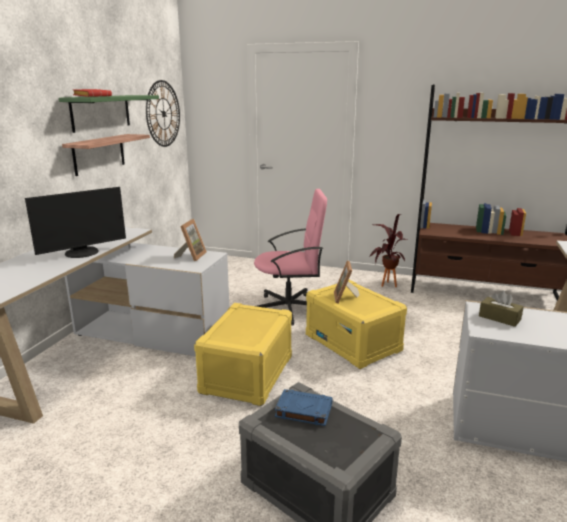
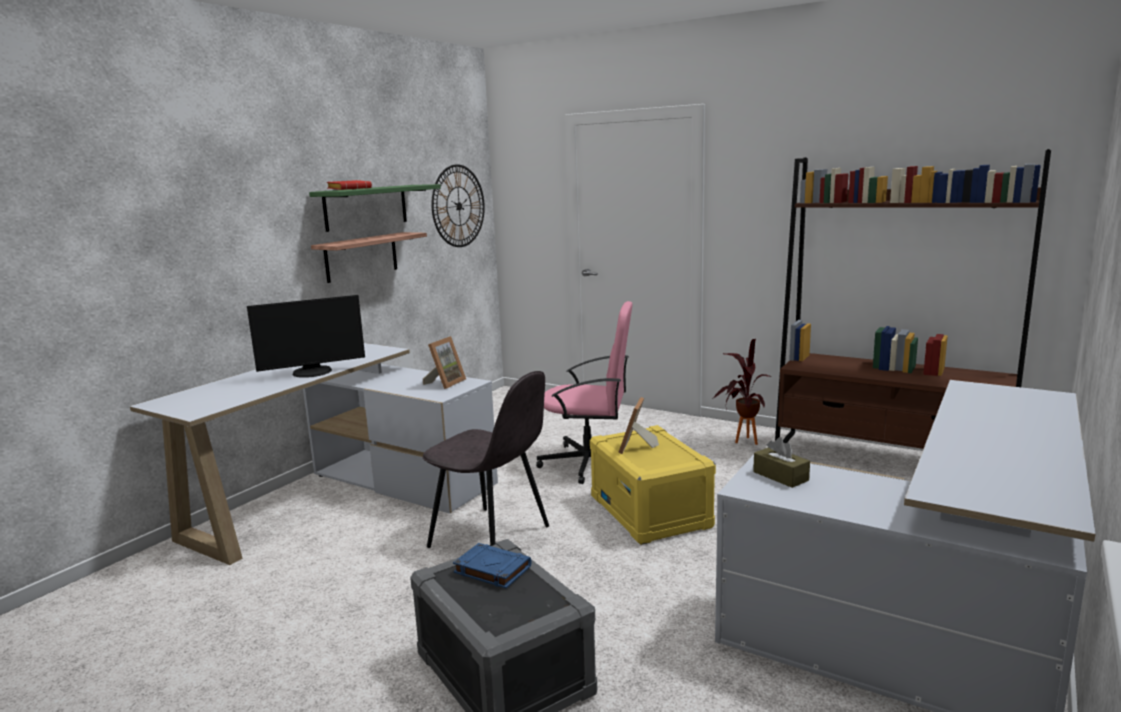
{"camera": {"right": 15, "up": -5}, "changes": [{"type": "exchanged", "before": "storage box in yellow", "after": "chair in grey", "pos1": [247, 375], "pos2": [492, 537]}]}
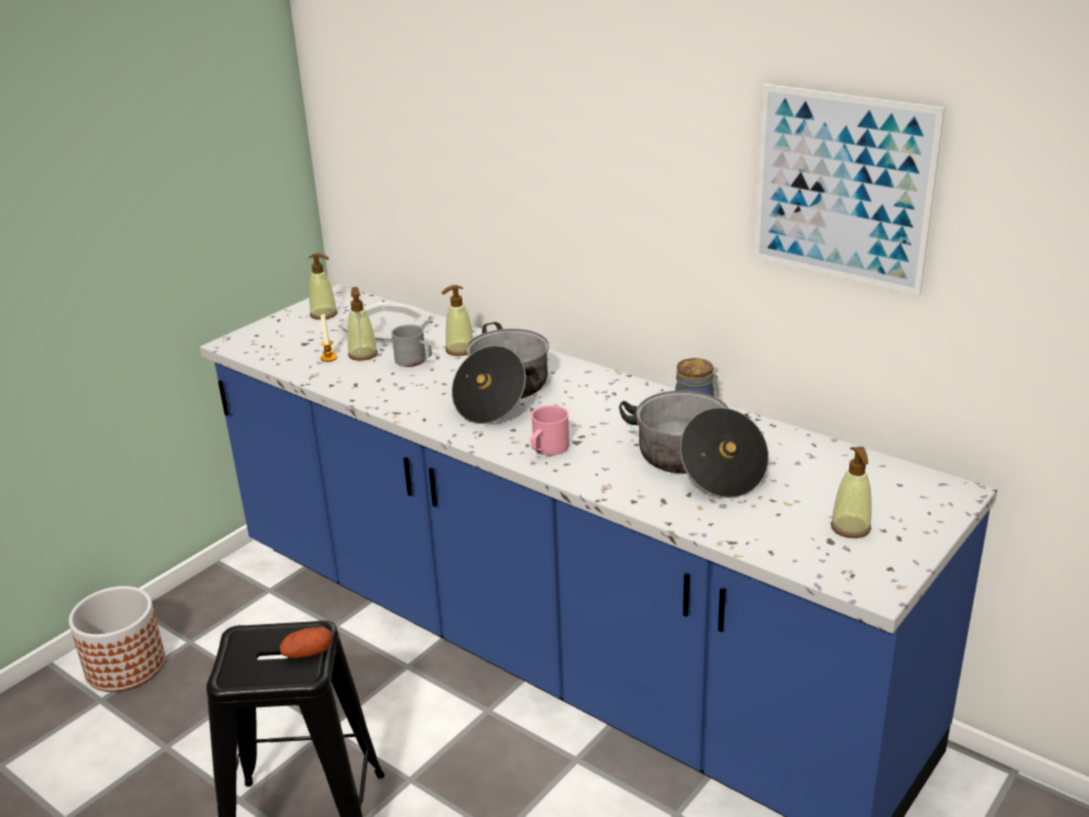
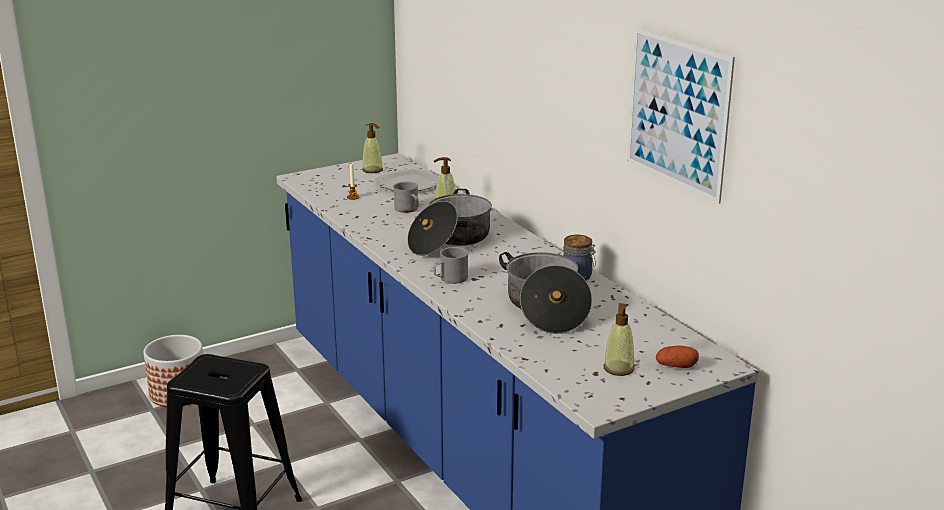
{"camera": {"right": 20, "up": -5}, "changes": [{"type": "colour", "before": "mug in pink", "after": "mug in grey", "pos1": [547, 449], "pos2": [450, 279]}, {"type": "relocated", "before": "potato", "pos1": [307, 653], "pos2": [676, 366]}, {"type": "missing", "before": "soap dispenser", "pos1": [363, 354]}]}
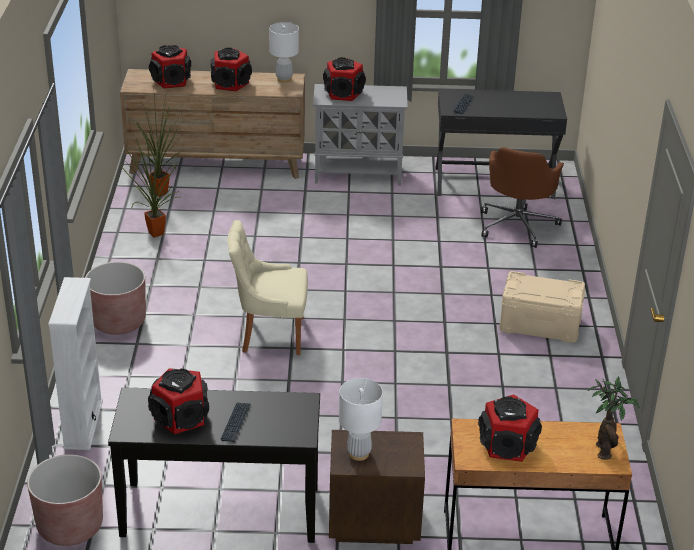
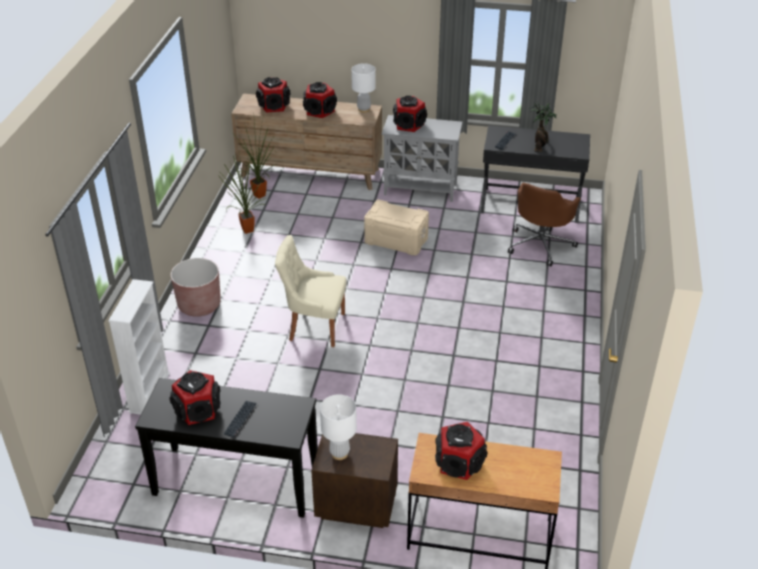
{"camera": {"right": 10, "up": 5}, "changes": [{"type": "relocated", "before": "storage box in beige", "pos1": [540, 325], "pos2": [396, 241]}, {"type": "relocated", "before": "potted plant", "pos1": [605, 449], "pos2": [539, 147]}, {"type": "missing", "before": "planter in brown", "pos1": [70, 526]}]}
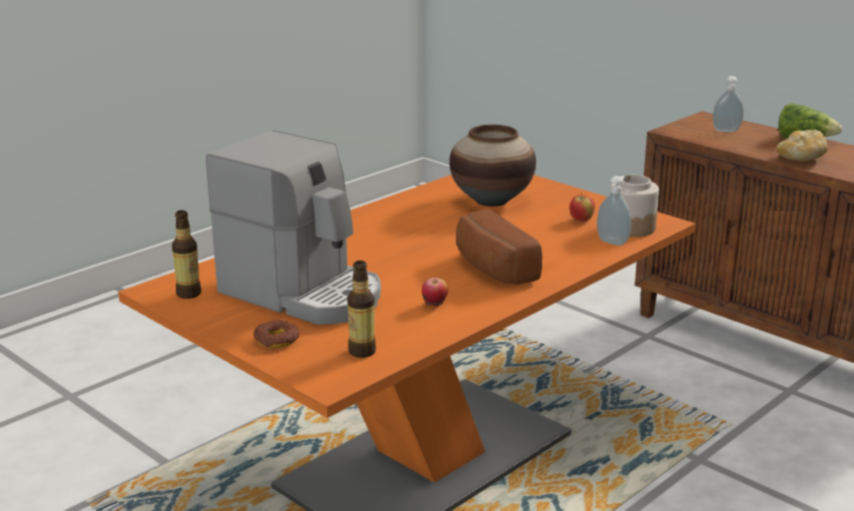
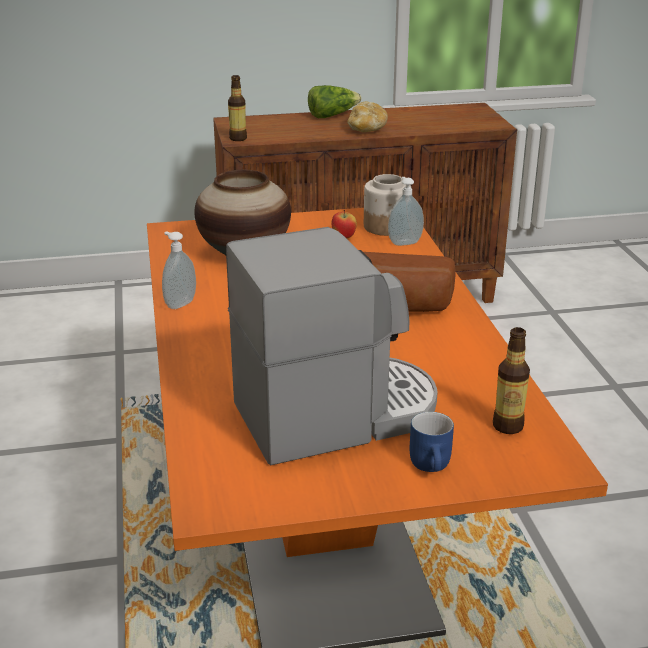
{"camera": {"right": -55, "up": 5}, "changes": [{"type": "relocated", "before": "soap dispenser", "pos1": [726, 130], "pos2": [179, 303]}, {"type": "relocated", "before": "bottle", "pos1": [189, 294], "pos2": [238, 138]}, {"type": "exchanged", "before": "donut", "after": "mug in blue", "pos1": [276, 340], "pos2": [434, 465]}, {"type": "missing", "before": "apple", "pos1": [434, 305]}]}
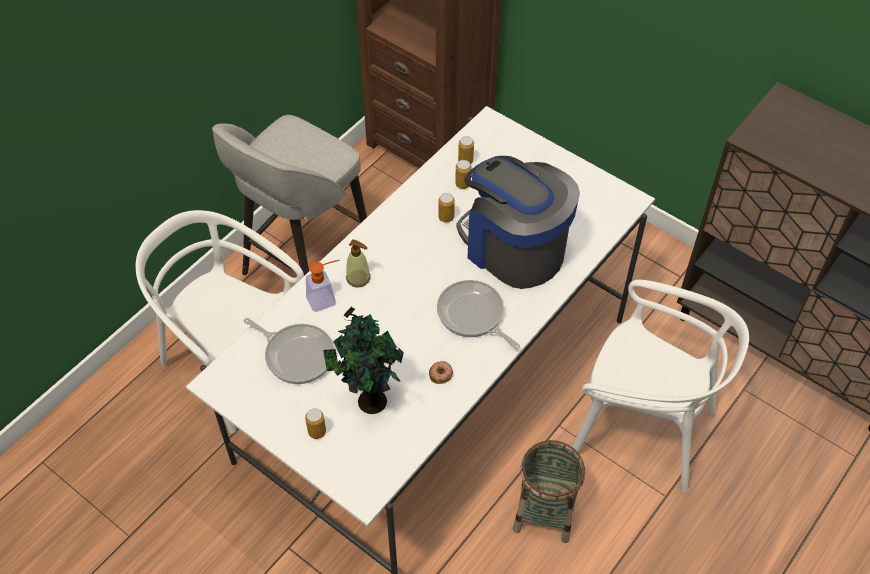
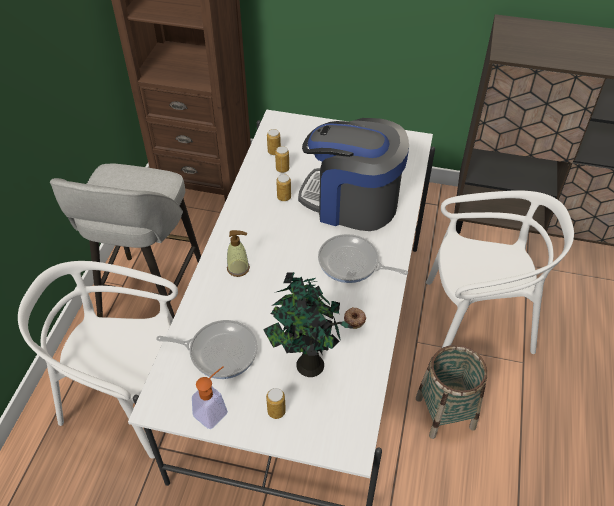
{"camera": {"right": -25, "up": -5}, "changes": [{"type": "relocated", "before": "soap dispenser", "pos1": [326, 299], "pos2": [214, 410]}]}
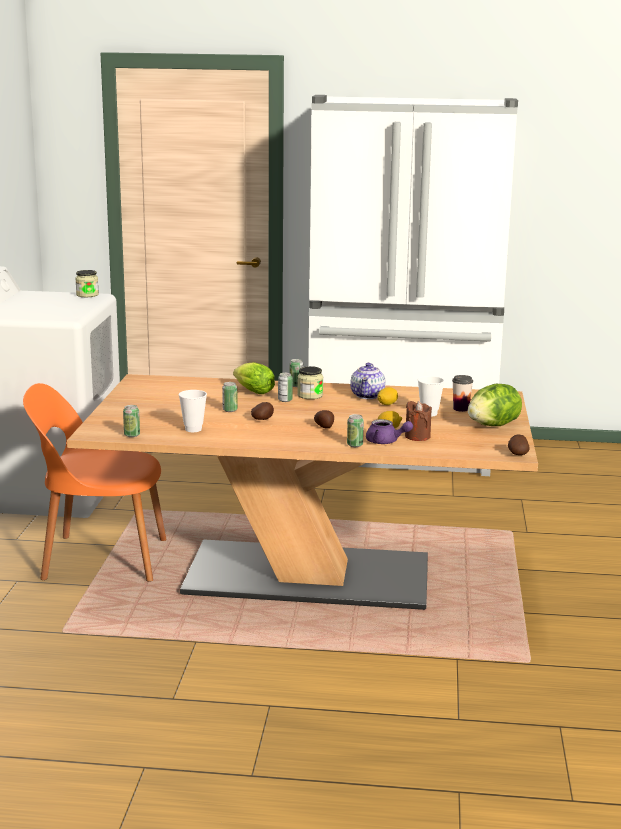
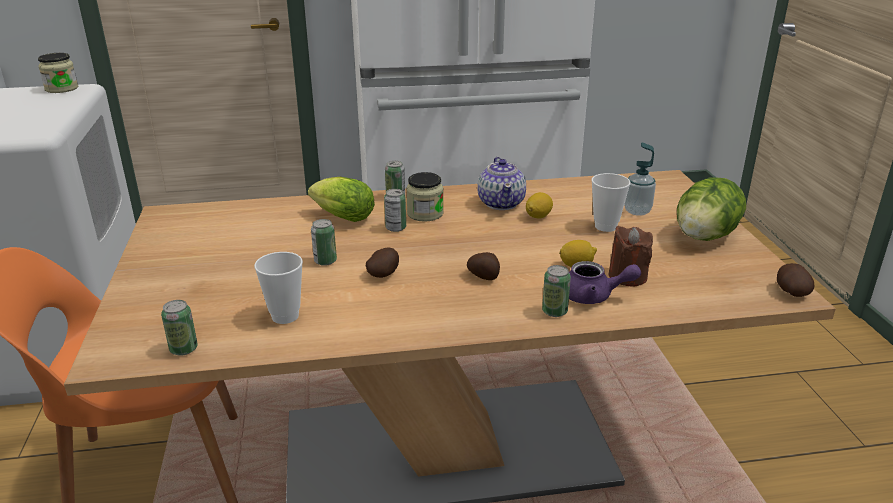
{"camera": {"right": -15, "up": 10}, "changes": [{"type": "exchanged", "before": "cup", "after": "soap dispenser", "pos1": [461, 409], "pos2": [637, 211]}]}
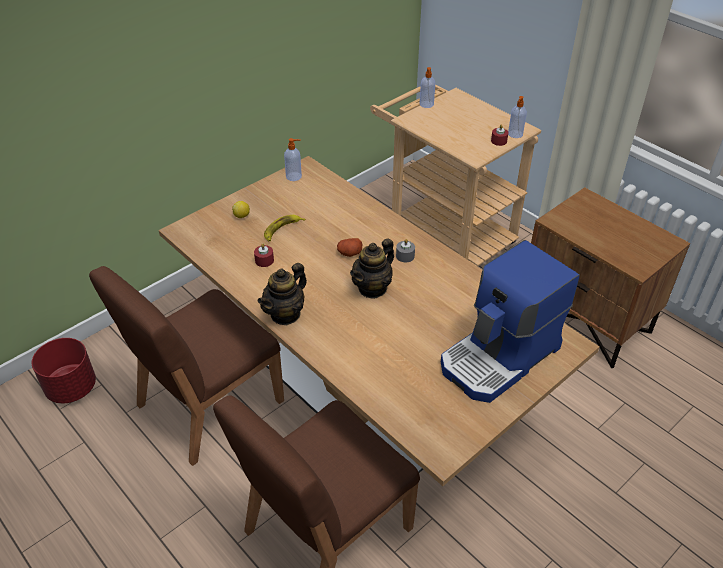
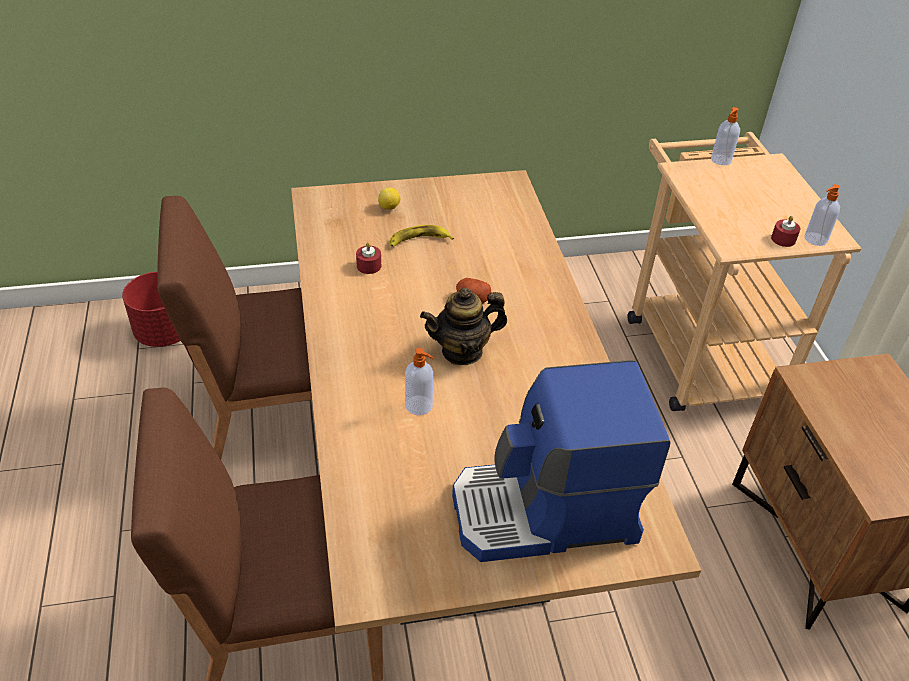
{"camera": {"right": 30, "up": 0}, "changes": [{"type": "relocated", "before": "soap dispenser", "pos1": [294, 176], "pos2": [419, 406]}, {"type": "missing", "before": "teapot", "pos1": [285, 314]}, {"type": "missing", "before": "candle in grey", "pos1": [405, 256]}]}
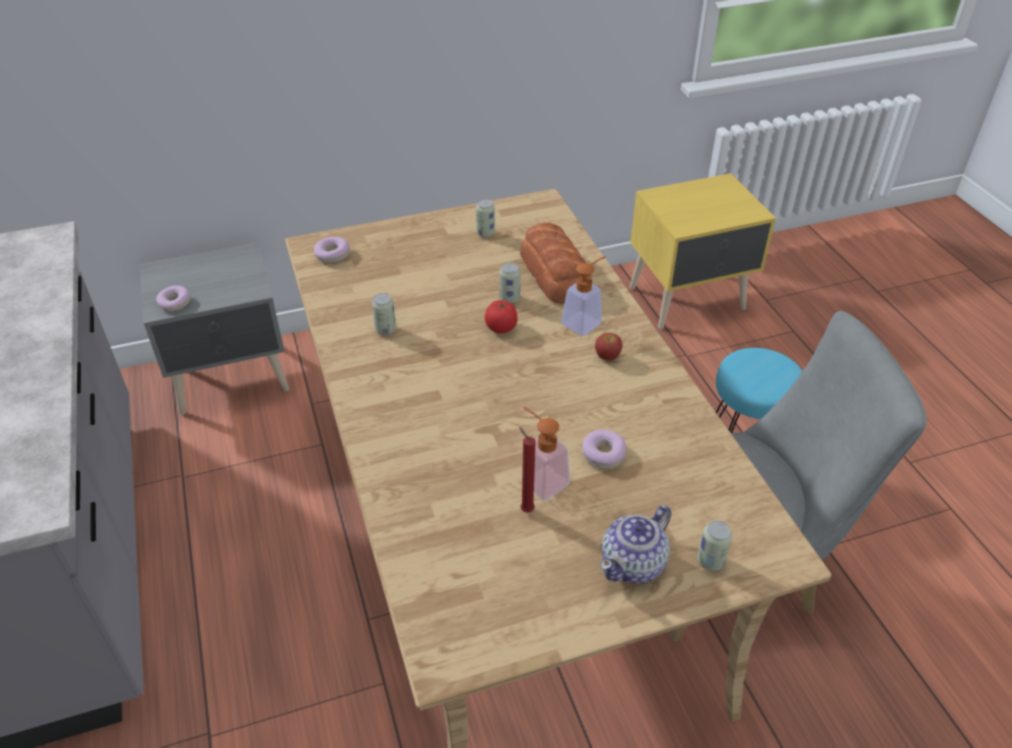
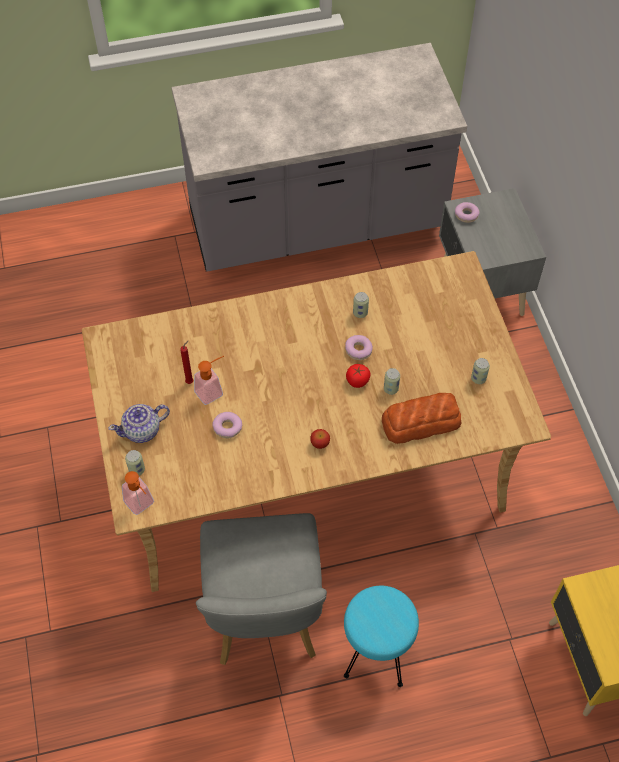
{"camera": {"right": 95, "up": 15}, "changes": [{"type": "spun", "before": "teapot", "pos1": [634, 563], "pos2": [142, 430], "turn": -75}, {"type": "relocated", "before": "soap dispenser", "pos1": [585, 321], "pos2": [142, 505]}, {"type": "relocated", "before": "donut", "pos1": [332, 255], "pos2": [358, 350]}]}
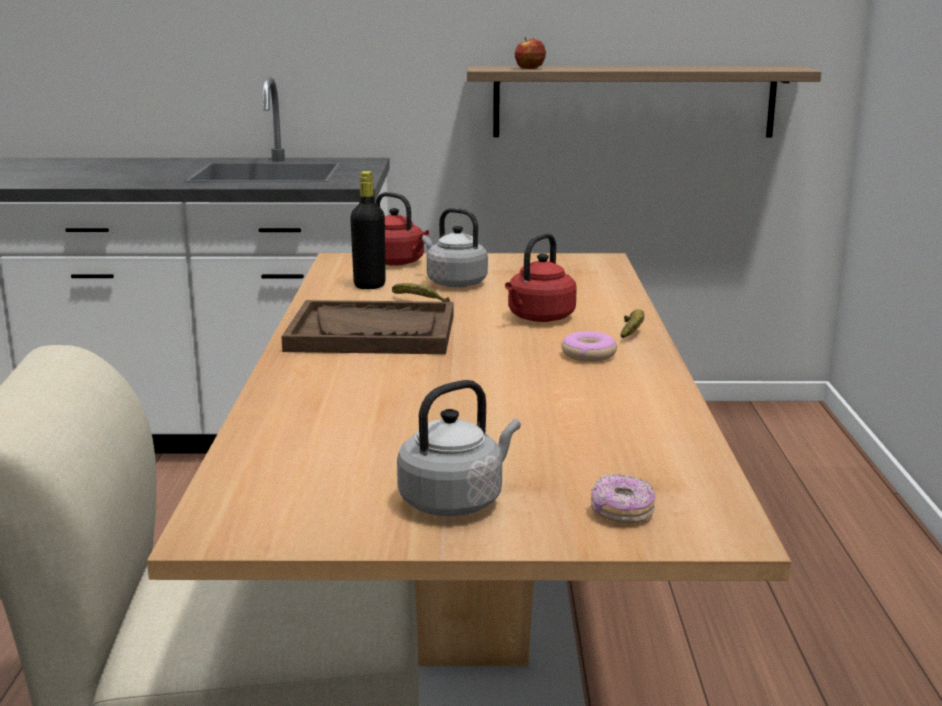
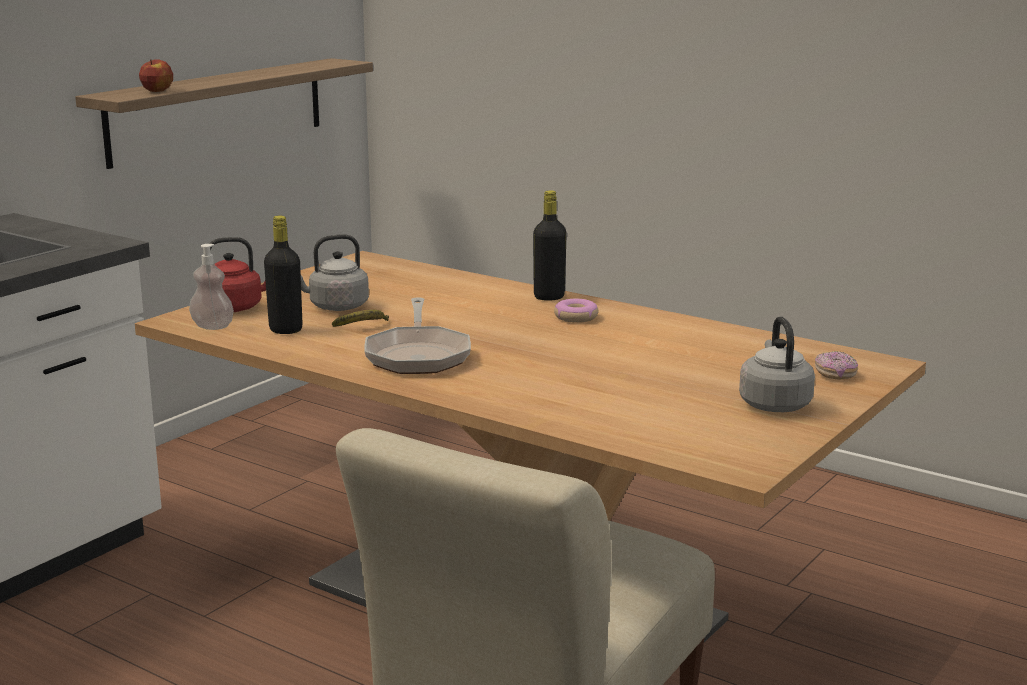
{"camera": {"right": -55, "up": 0}, "changes": [{"type": "appeared", "after": "soap dispenser", "pos2": [212, 327]}, {"type": "exchanged", "before": "tray in brown", "after": "frying pan", "pos1": [372, 333], "pos2": [418, 355]}, {"type": "exchanged", "before": "banana", "after": "bottle in black", "pos1": [631, 332], "pos2": [549, 297]}, {"type": "missing", "before": "kettle in red", "pos1": [539, 318]}]}
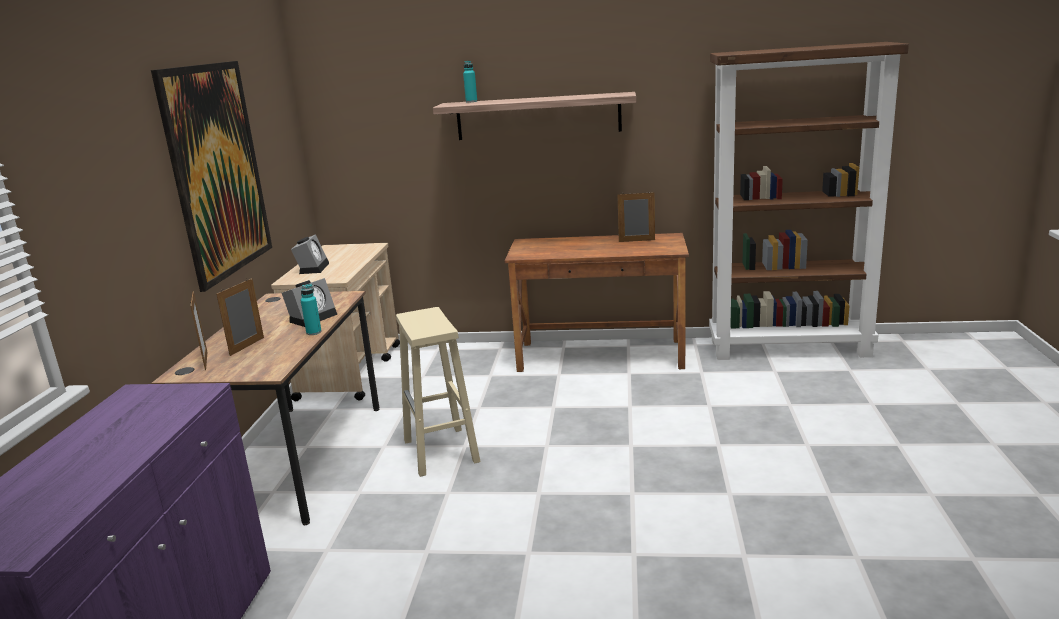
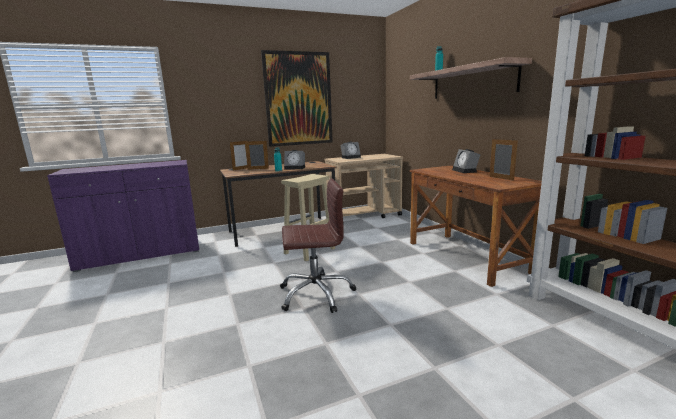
{"camera": {"right": 60, "up": -5}, "changes": [{"type": "appeared", "after": "office chair in brown", "pos2": [316, 294]}, {"type": "appeared", "after": "alarm clock", "pos2": [465, 171]}]}
